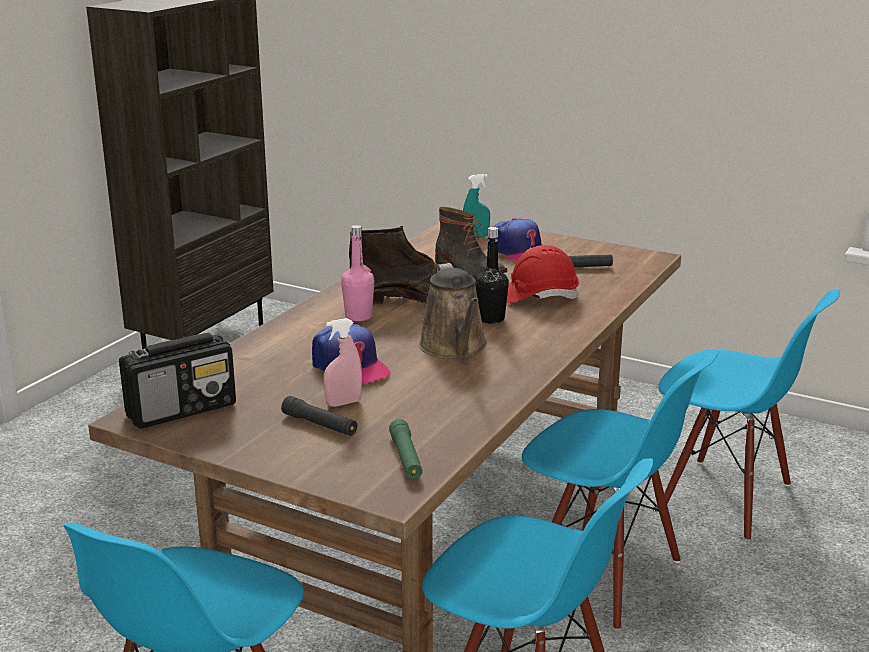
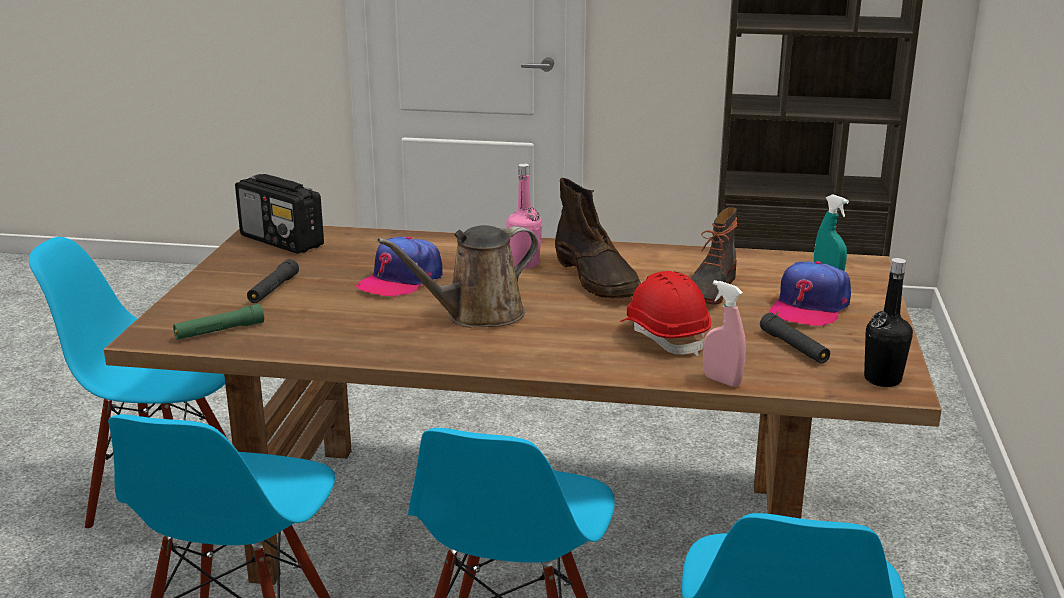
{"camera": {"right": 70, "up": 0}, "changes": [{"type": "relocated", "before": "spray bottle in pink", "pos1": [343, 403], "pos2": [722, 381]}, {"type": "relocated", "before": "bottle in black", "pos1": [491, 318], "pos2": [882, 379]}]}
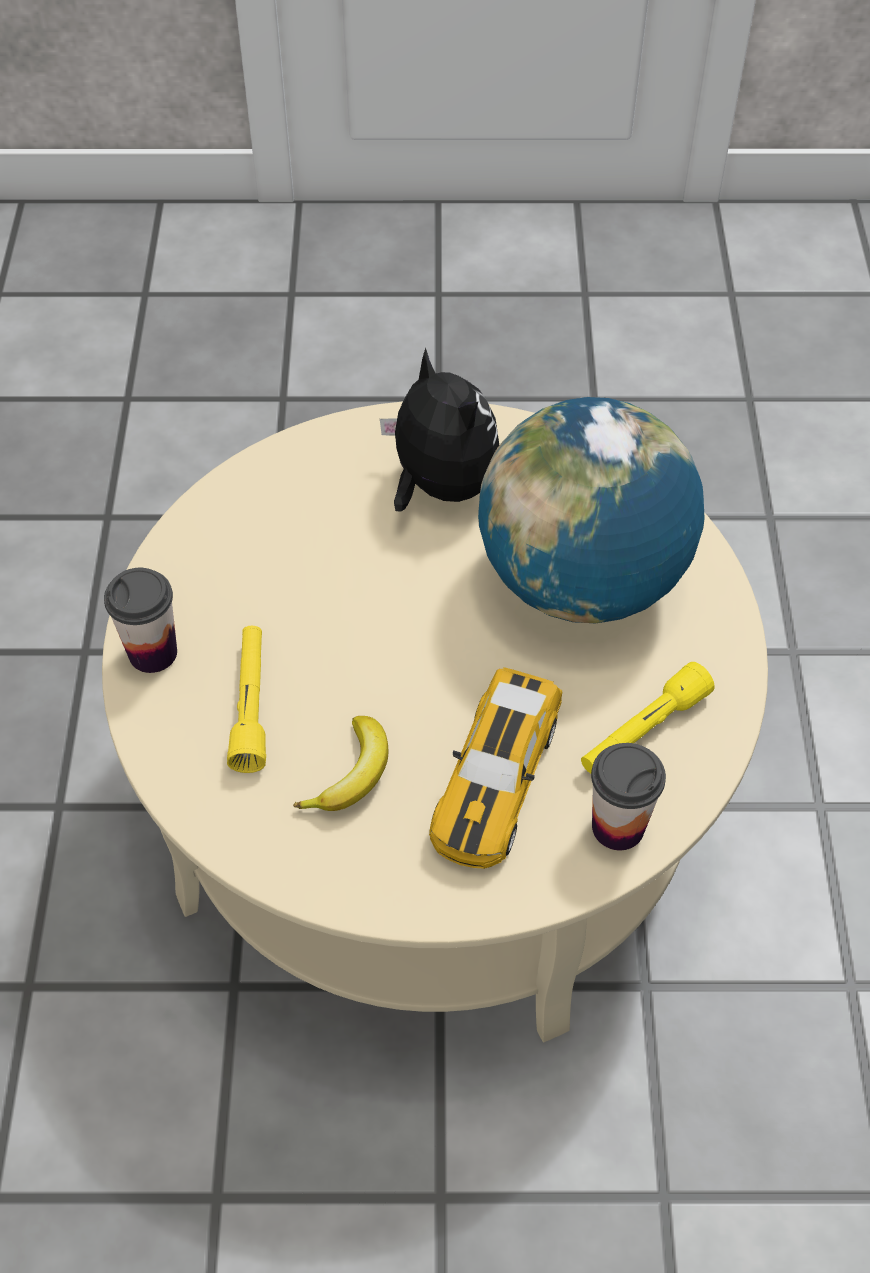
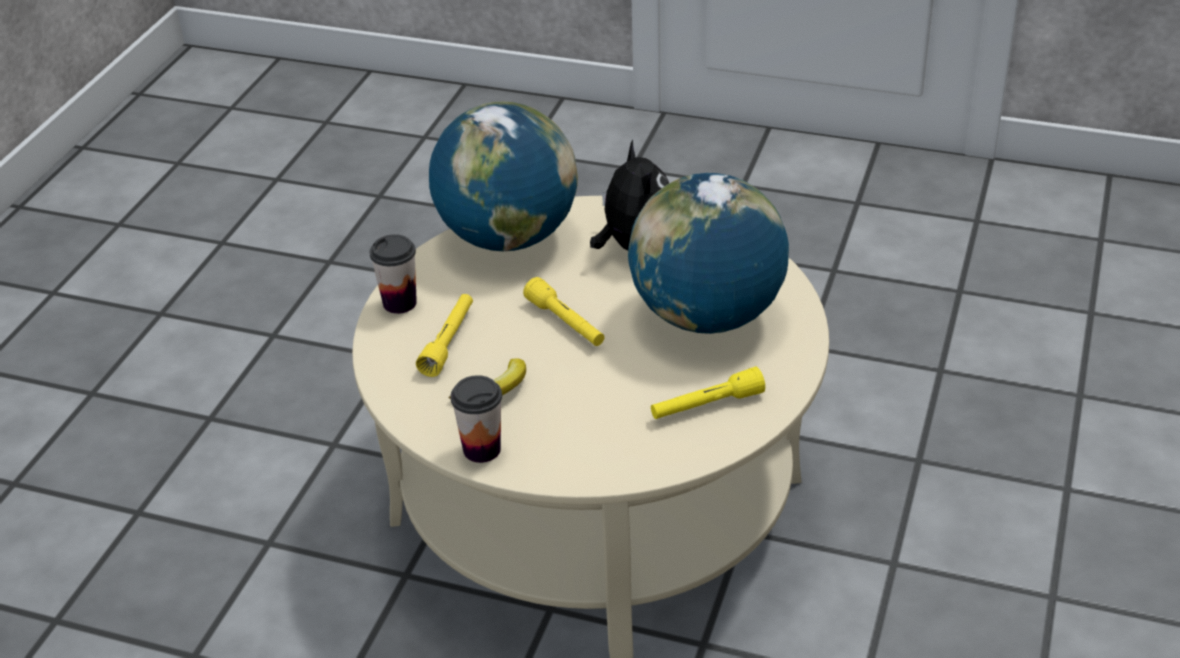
{"camera": {"right": 20, "up": -15}, "changes": [{"type": "appeared", "after": "globe", "pos2": [508, 237]}, {"type": "relocated", "before": "cup", "pos1": [618, 827], "pos2": [482, 449]}, {"type": "appeared", "after": "flashlight in yellow", "pos2": [566, 323]}, {"type": "missing", "before": "toy car", "pos1": [495, 779]}]}
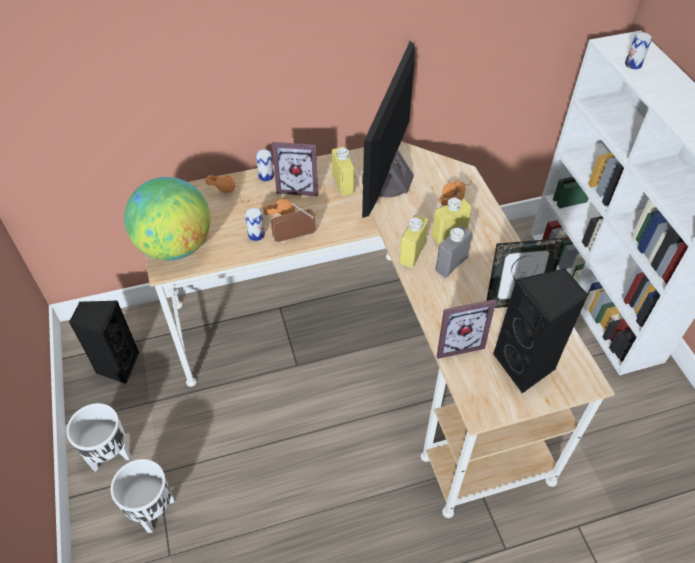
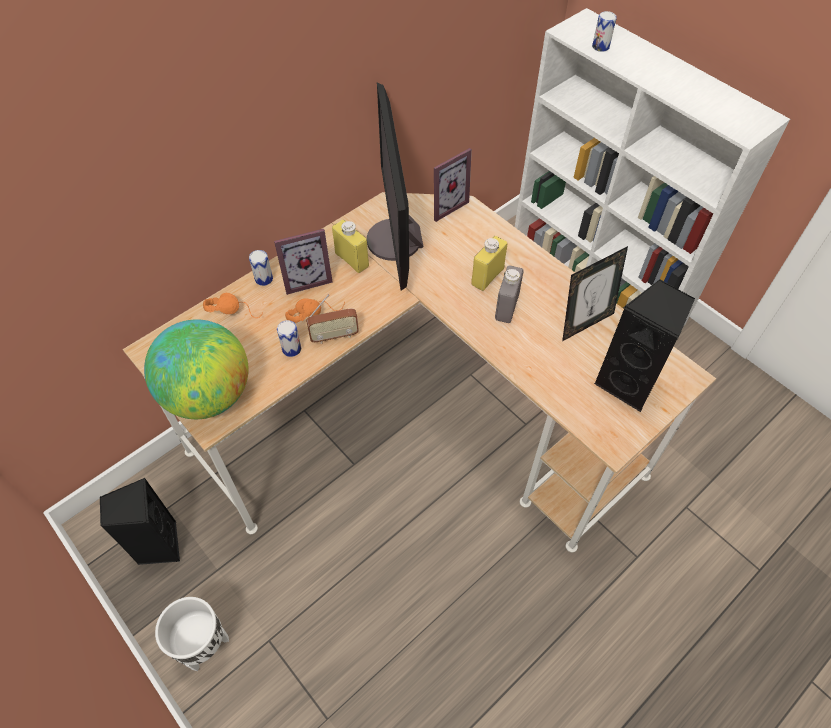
{"camera": {"right": -25, "up": 5}, "changes": [{"type": "spun", "before": "radio", "pos1": [294, 237], "pos2": [334, 336], "turn": -150}, {"type": "relocated", "before": "picture frame", "pos1": [456, 342], "pos2": [444, 205]}, {"type": "missing", "before": "planter in white", "pos1": [154, 510]}, {"type": "missing", "before": "bottle in yellow", "pos1": [412, 254]}, {"type": "missing", "before": "headphones in orange", "pos1": [454, 193]}]}
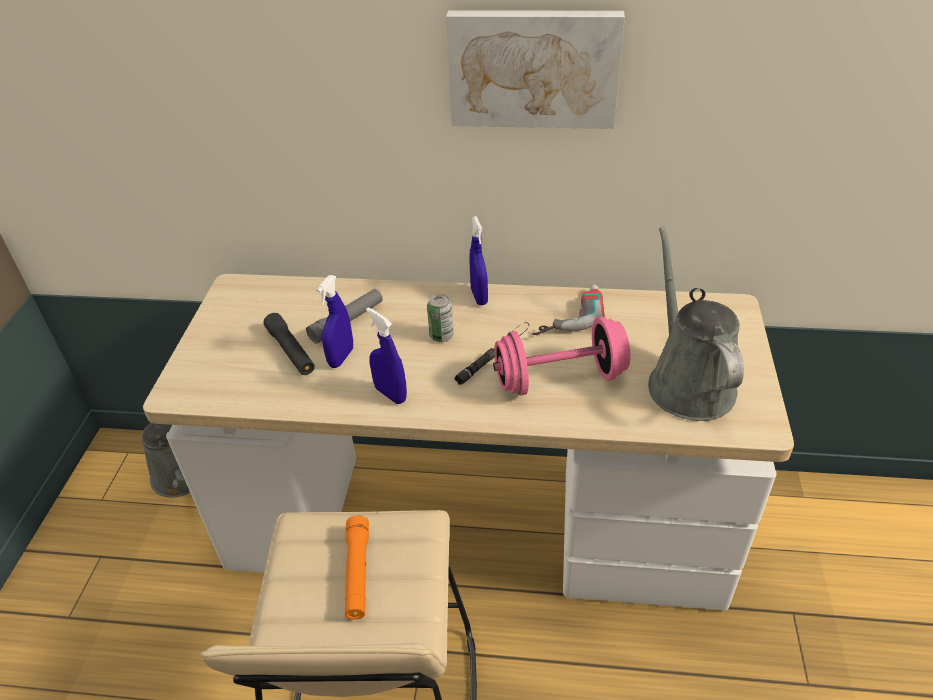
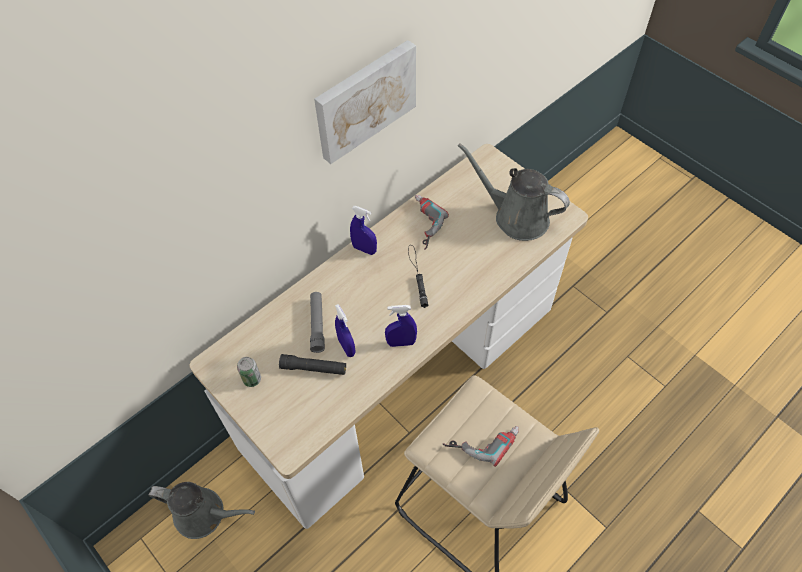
{"camera": {"right": -50, "up": 15}, "changes": [{"type": "relocated", "before": "can", "pos1": [441, 336], "pos2": [252, 379]}, {"type": "exchanged", "before": "flashlight in orange", "after": "power drill", "pos1": [357, 573], "pos2": [482, 438]}, {"type": "missing", "before": "dumbbell in pink", "pos1": [560, 378]}]}
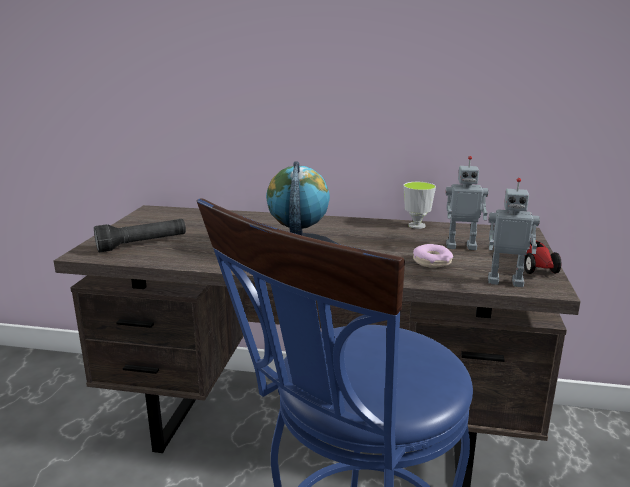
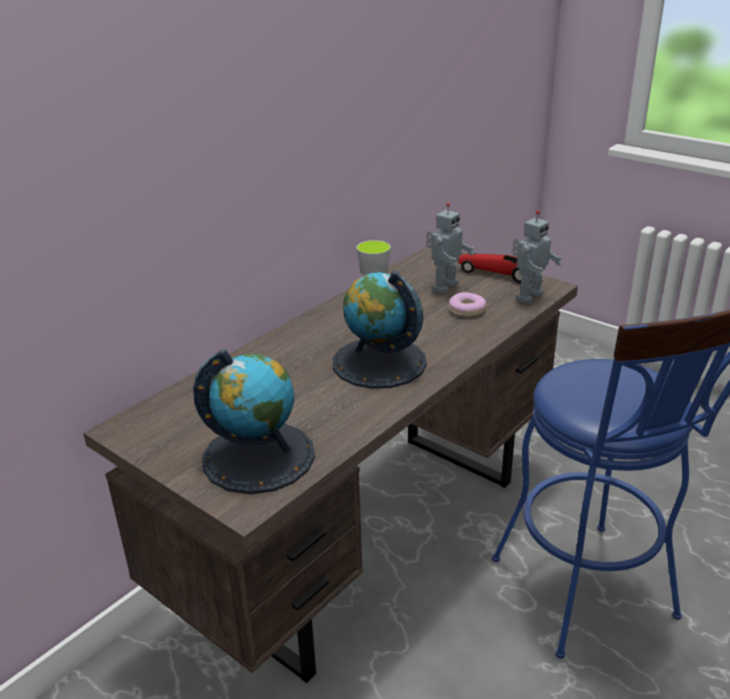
{"camera": {"right": -60, "up": 10}, "changes": [{"type": "exchanged", "before": "flashlight in black", "after": "globe", "pos1": [142, 244], "pos2": [258, 456]}]}
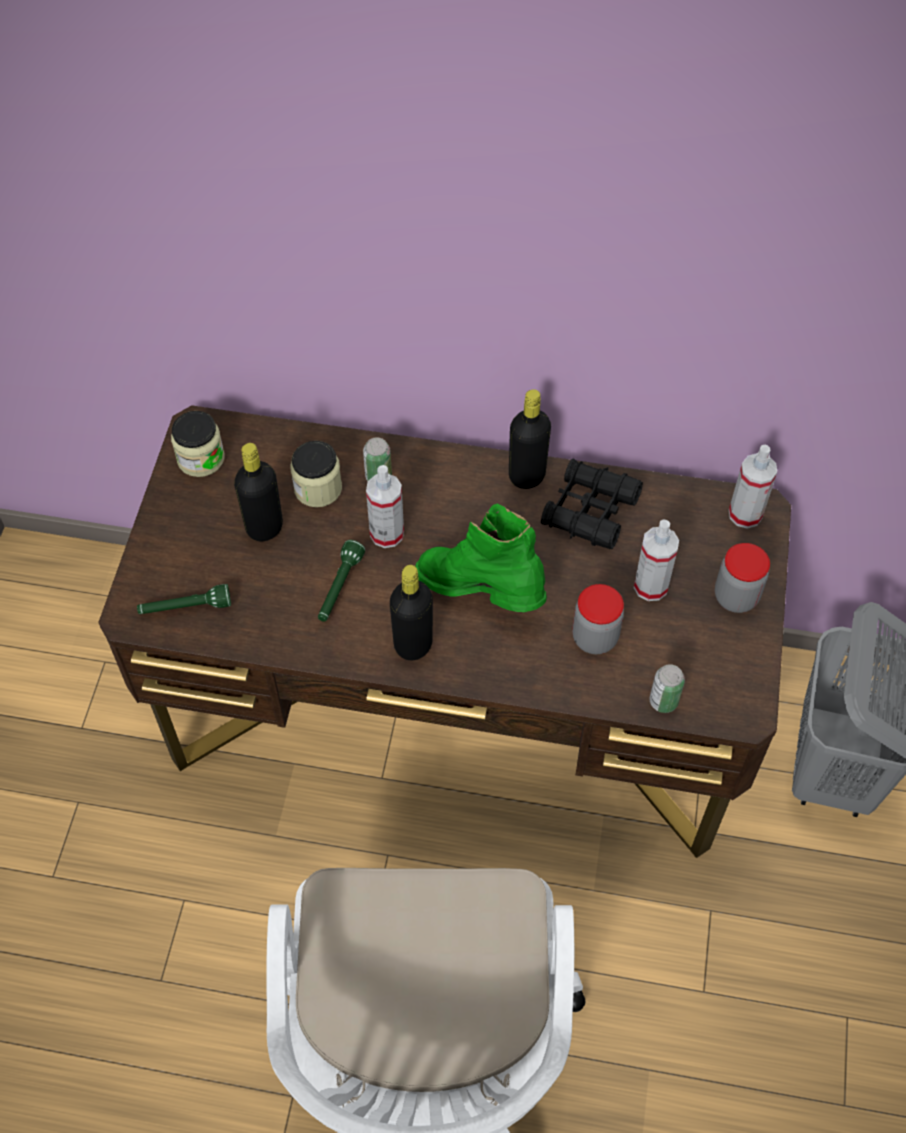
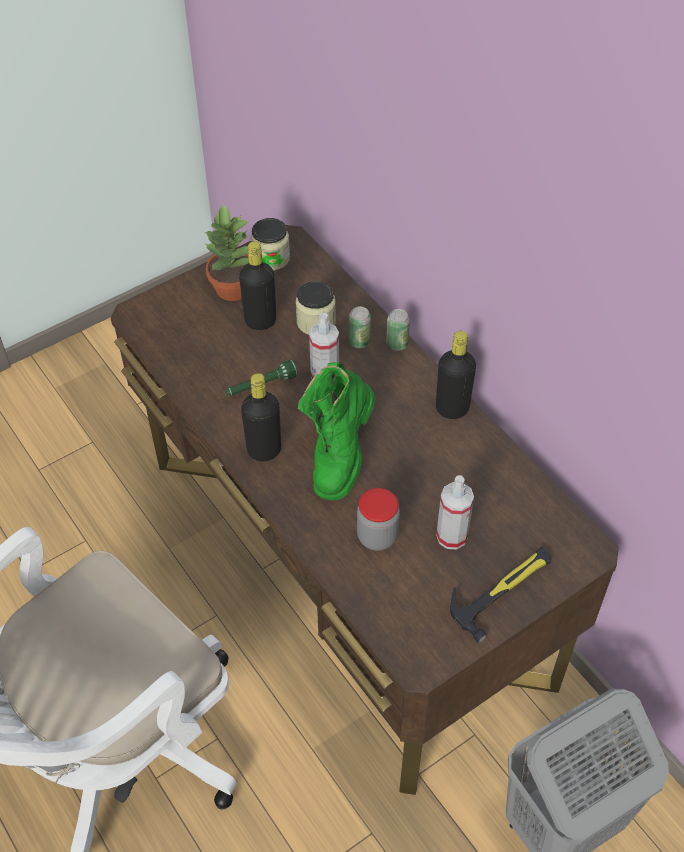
{"camera": {"right": 45, "up": -5}, "changes": [{"type": "appeared", "after": "potted plant", "pos2": [232, 289]}, {"type": "spun", "before": "boot in green", "pos1": [482, 593], "pos2": [339, 454], "turn": -150}, {"type": "relocated", "before": "can", "pos1": [663, 701], "pos2": [397, 344]}, {"type": "exchanged", "before": "jar", "after": "hammer", "pos1": [736, 596], "pos2": [502, 589]}, {"type": "missing", "before": "flashlight in green", "pos1": [185, 608]}, {"type": "missing", "before": "binoculars in black", "pos1": [589, 511]}, {"type": "missing", "before": "spray bottle", "pos1": [745, 514]}]}
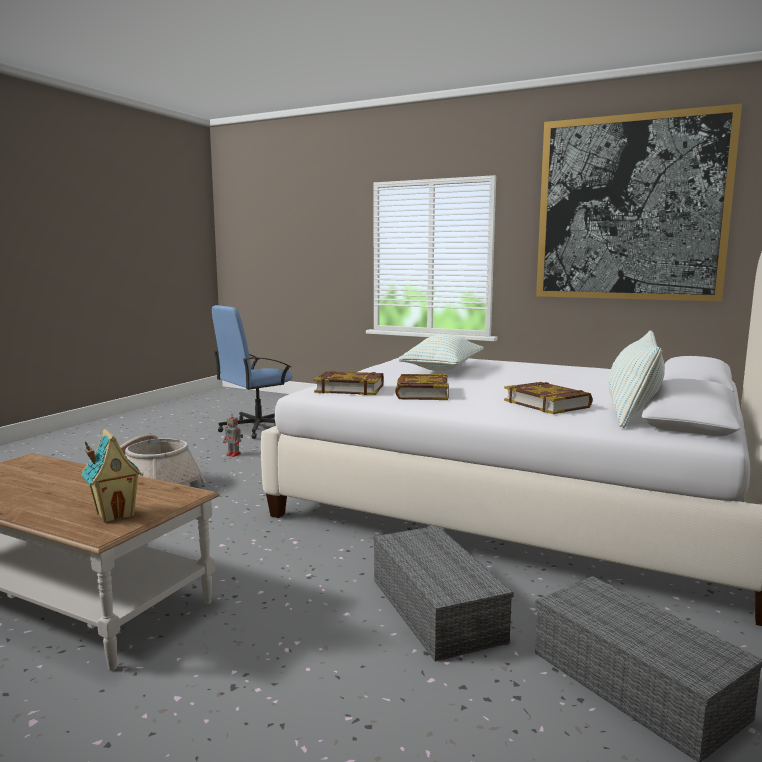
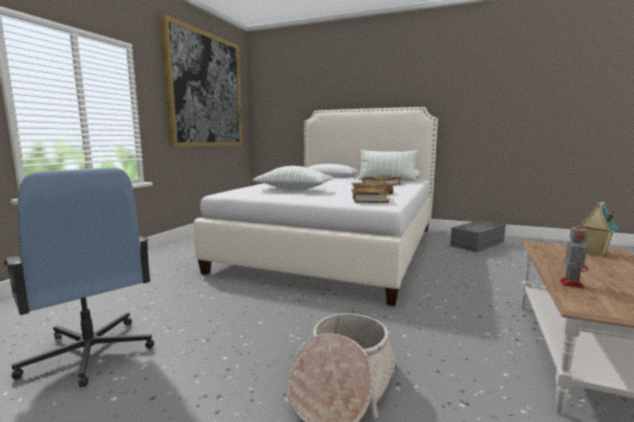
{"camera": {"right": -95, "up": 0}, "changes": [{"type": "relocated", "before": "toy robot", "pos1": [234, 454], "pos2": [571, 283]}, {"type": "missing", "before": "storage box in grey", "pos1": [433, 608]}]}
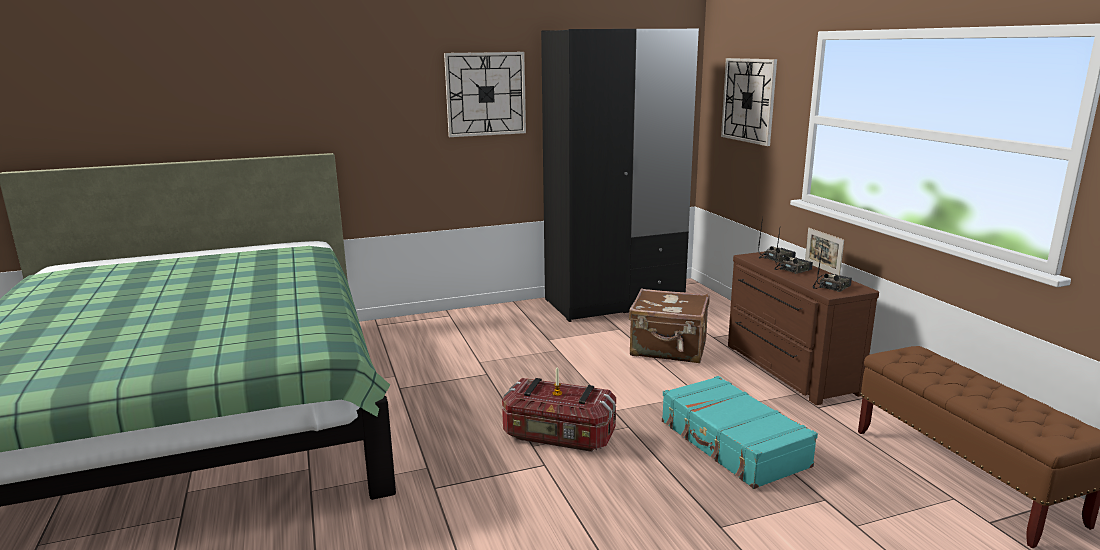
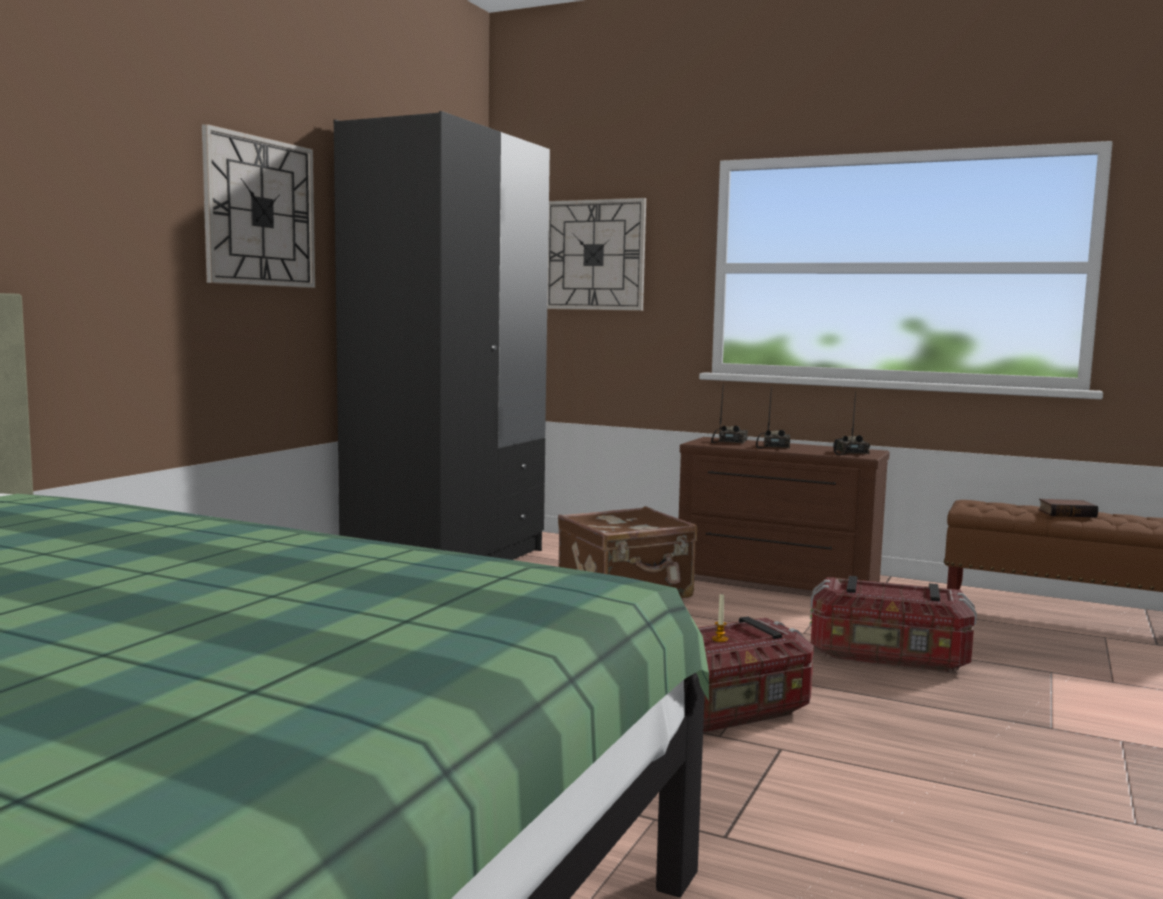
{"camera": {"right": -45, "up": -10}, "changes": [{"type": "exchanged", "before": "suitcase in turquoise", "after": "storage box", "pos1": [732, 444], "pos2": [888, 657]}, {"type": "appeared", "after": "book", "pos2": [1067, 513]}, {"type": "missing", "before": "picture frame", "pos1": [821, 269]}]}
